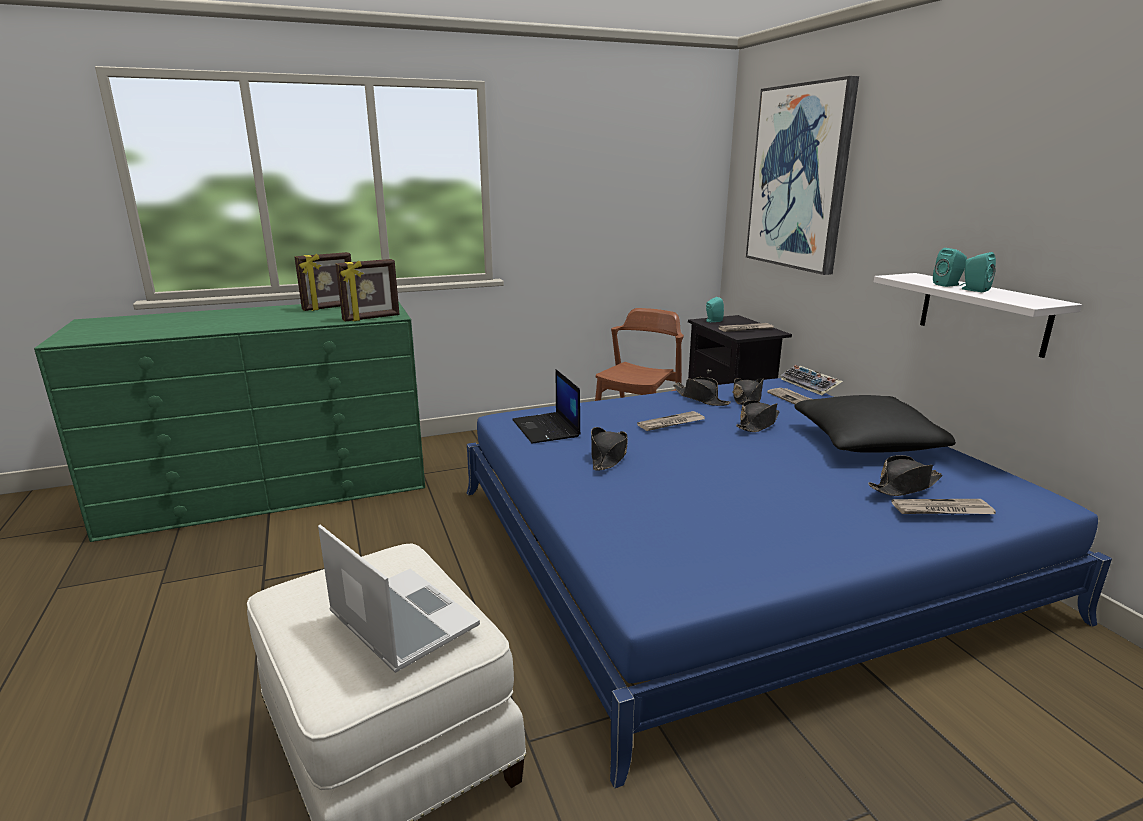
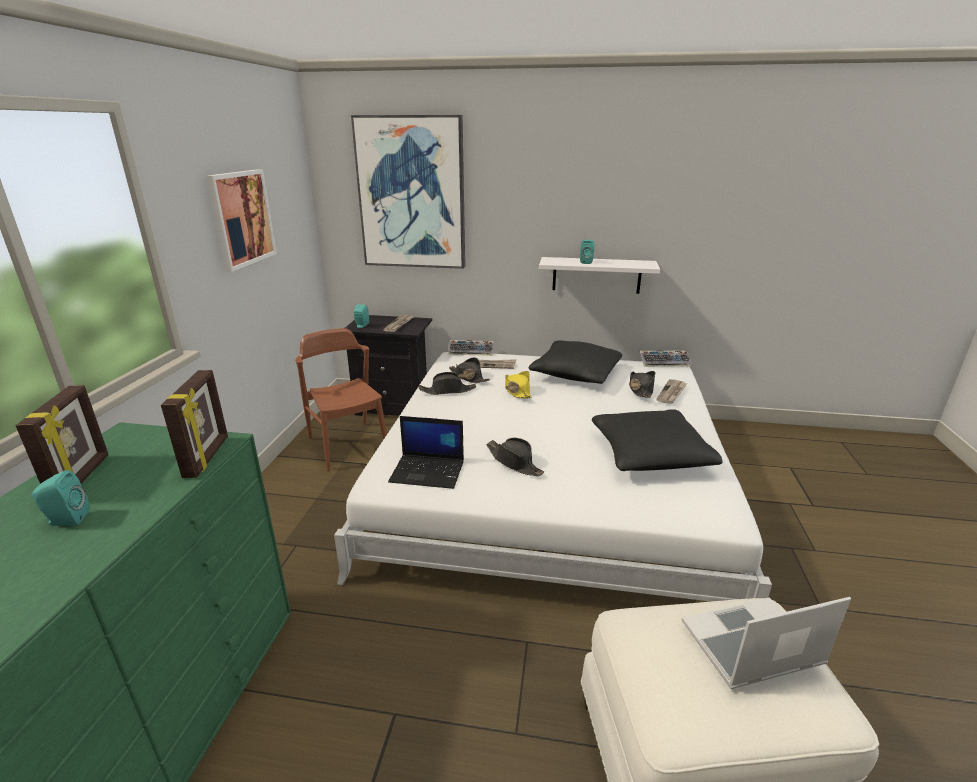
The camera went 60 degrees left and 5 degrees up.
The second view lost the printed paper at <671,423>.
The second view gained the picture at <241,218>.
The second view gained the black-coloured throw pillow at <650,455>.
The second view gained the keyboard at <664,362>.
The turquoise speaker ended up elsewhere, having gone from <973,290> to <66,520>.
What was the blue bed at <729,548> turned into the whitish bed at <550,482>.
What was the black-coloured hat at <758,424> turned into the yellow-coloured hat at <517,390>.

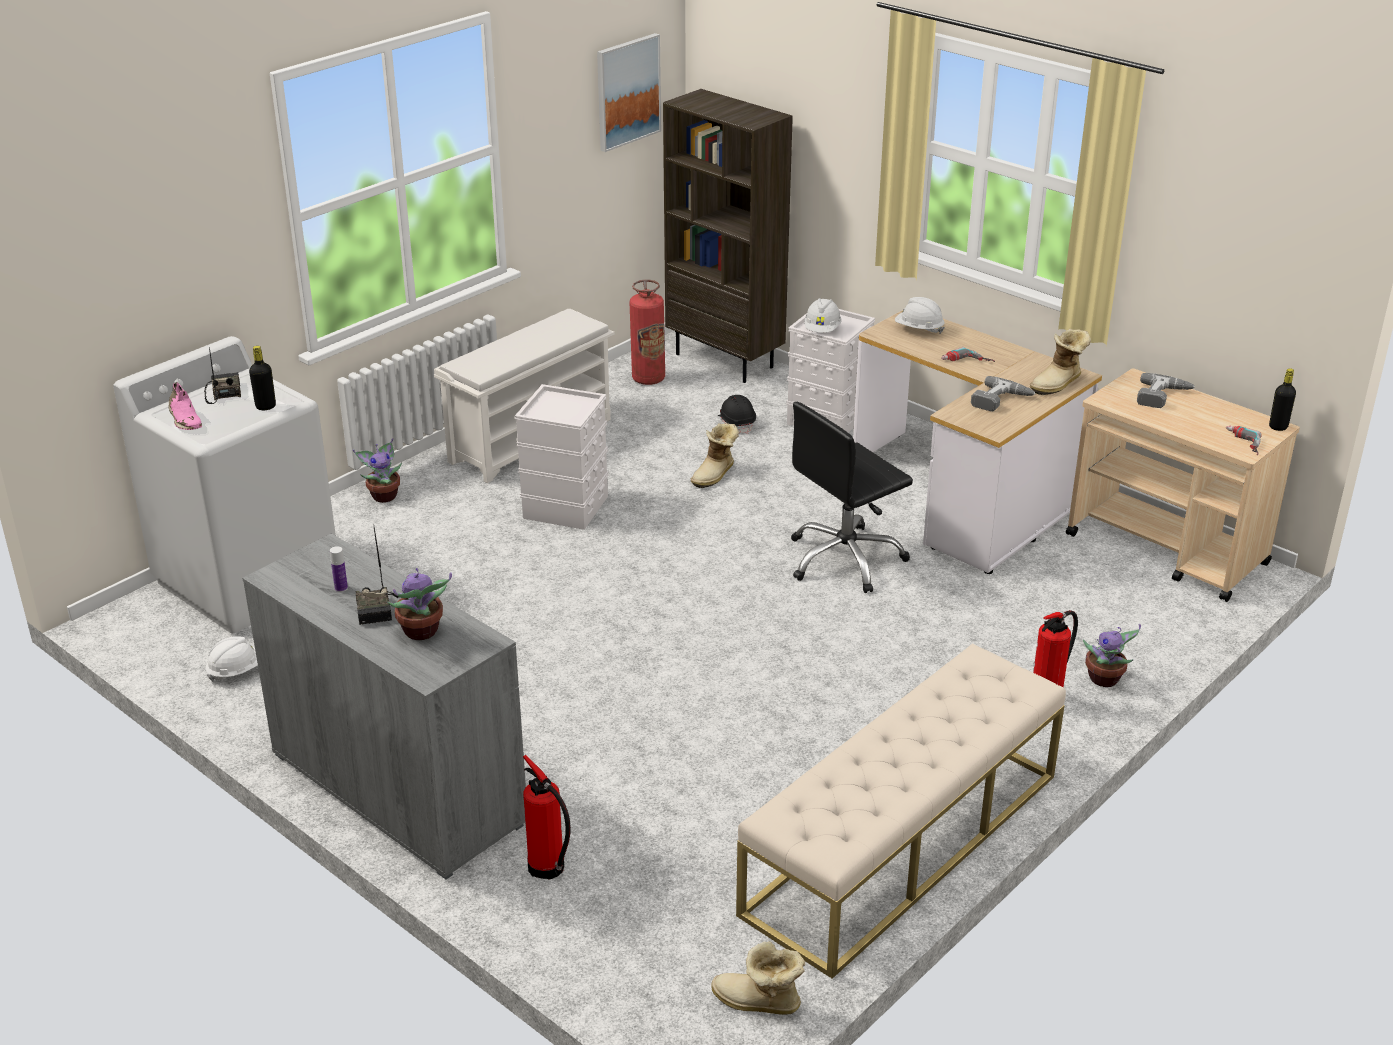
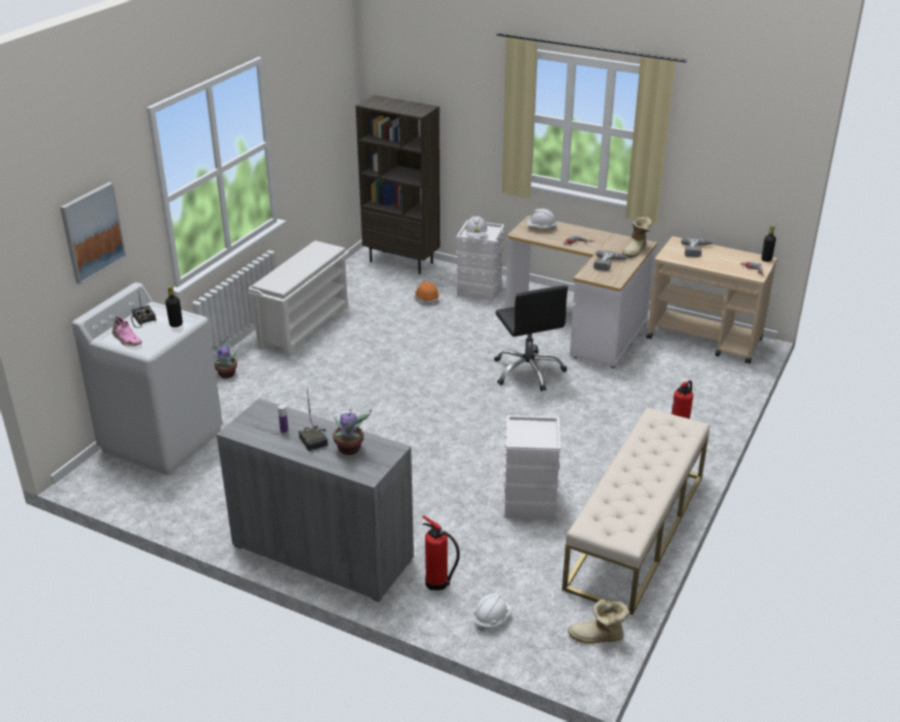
The camera went 15 degrees left and 0 degrees up.
The second view lost the fire extinguisher at <648,379>.
The second view lost the boot at <715,475>.
The second view lost the houseplant at <1105,680>.
The whitish safety helmet ended up elsewhere, having gone from <236,671> to <491,619>.
The whitish storage box ended up elsewhere, having gone from <564,507> to <528,503>.
The picture ended up elsewhere, having gone from <627,91> to <92,232>.
What was the black-coloured safety helmet at <736,423> turned into the orange-coloured safety helmet at <426,299>.
The black-coloured desk chair at <845,559> ended up facing another way, 60 degrees counterclockwise from before.

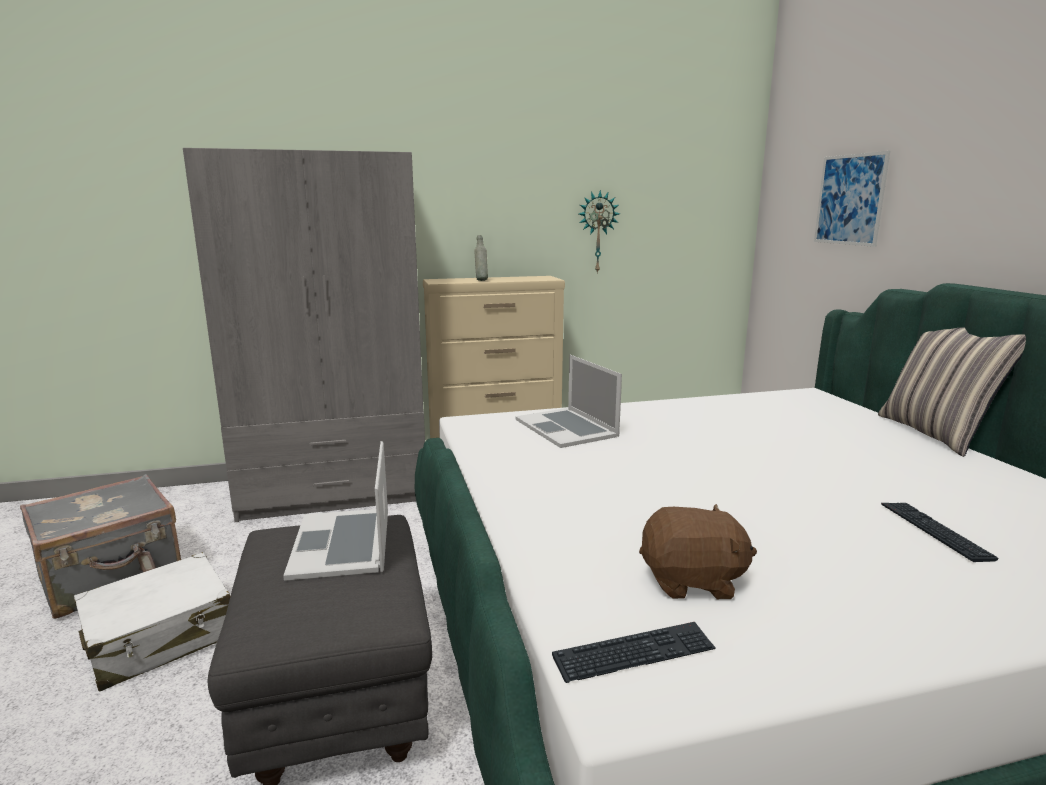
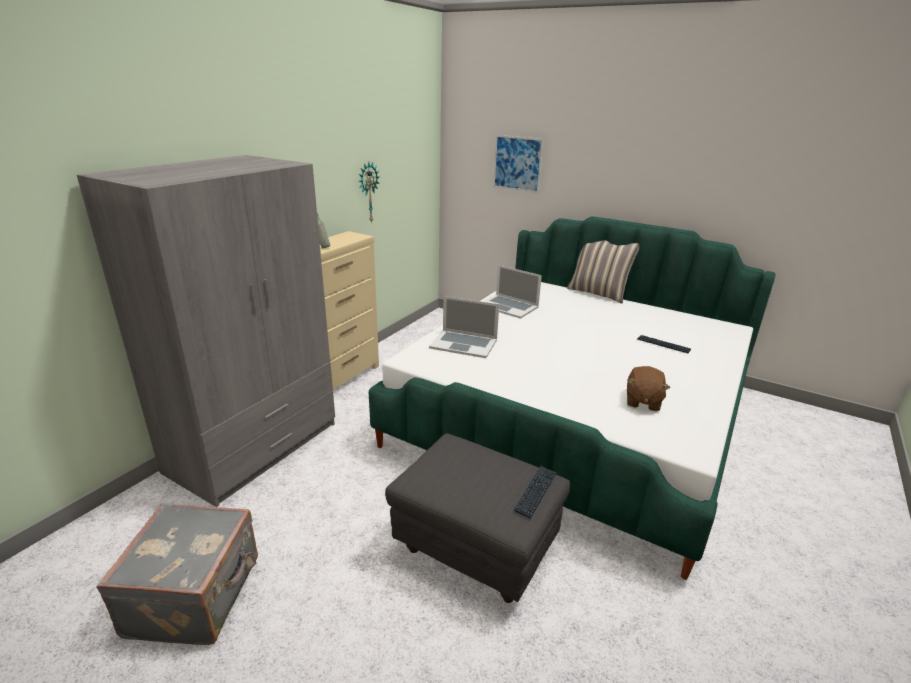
The camera went 45 degrees left and 10 degrees up.
The second view lost the whitish piece of luggage at <161,637>.
The notebook computer ended up elsewhere, having gone from <342,543> to <508,306>.
The keyboard ended up elsewhere, having gone from <634,654> to <536,492>.
The brown-coloured soft toy at <692,581> ended up facing another way, 150 degrees clockwise from before.

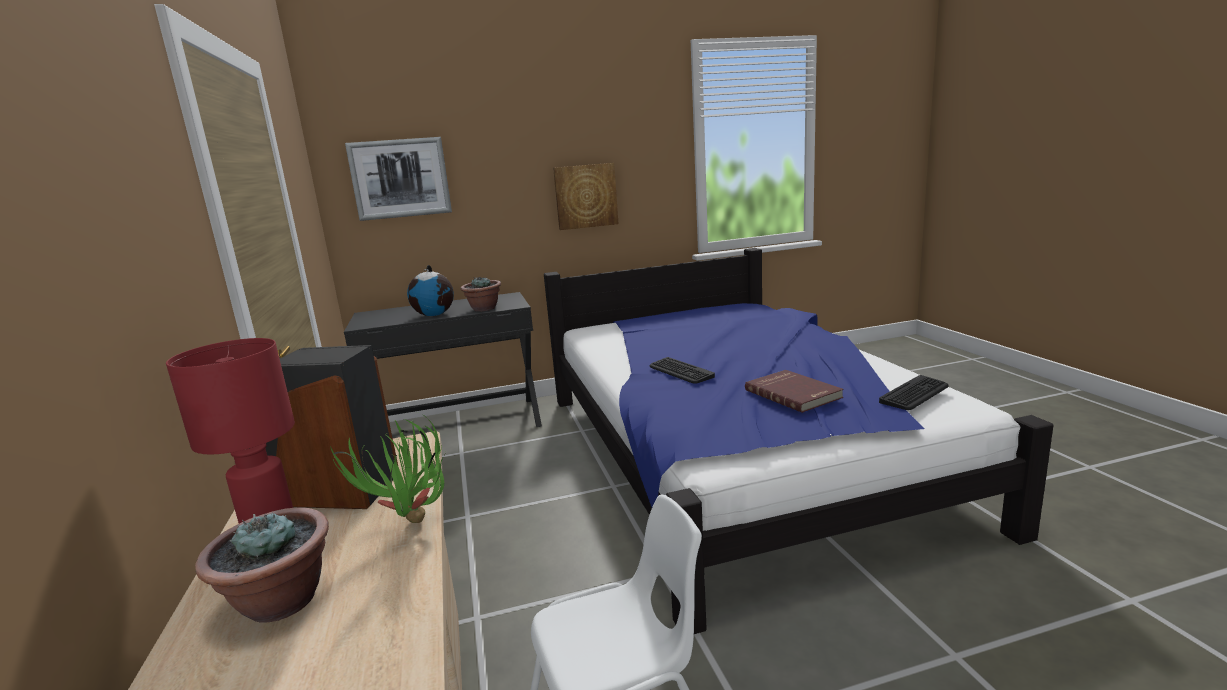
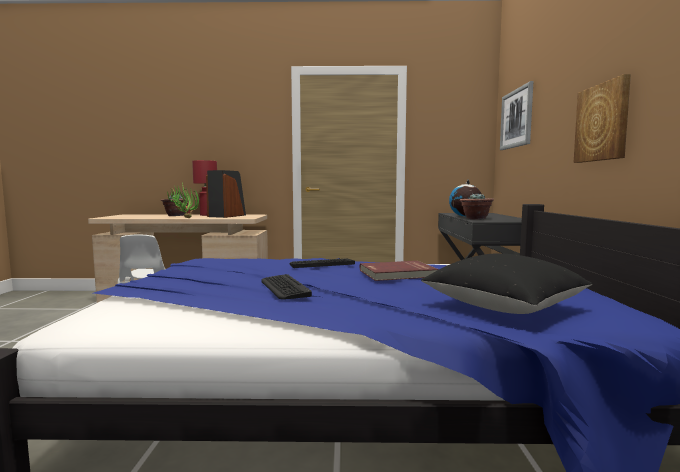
The camera went 105 degrees right and 10 degrees down.
The second view gained the black-coloured throw pillow at <503,307>.
The red volume ended up elsewhere, having gone from <794,393> to <398,274>.
The keyboard ended up elsewhere, having gone from <915,394> to <284,288>.

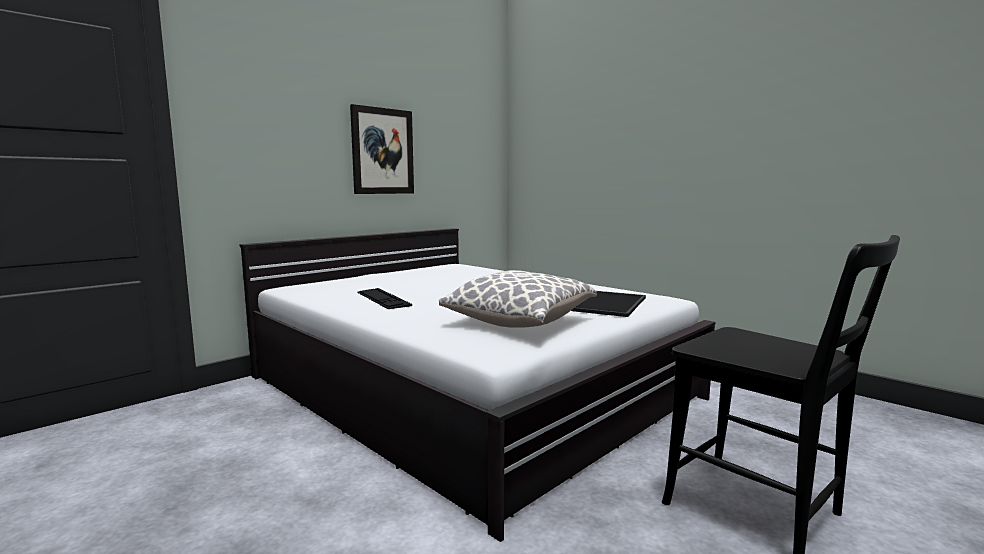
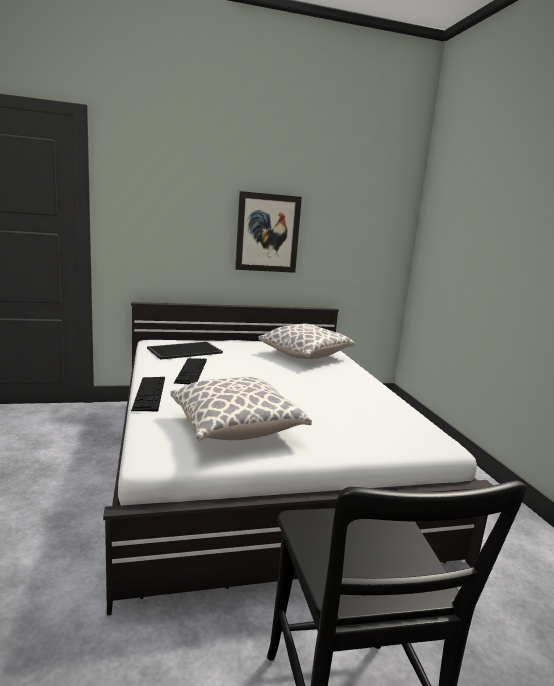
The camera went 30 degrees right and 5 degrees up.
The second view gained the keyboard at <149,393>.
The second view gained the throw pillow at <305,356>.
The carrying tray ended up elsewhere, having gone from <609,303> to <185,350>.

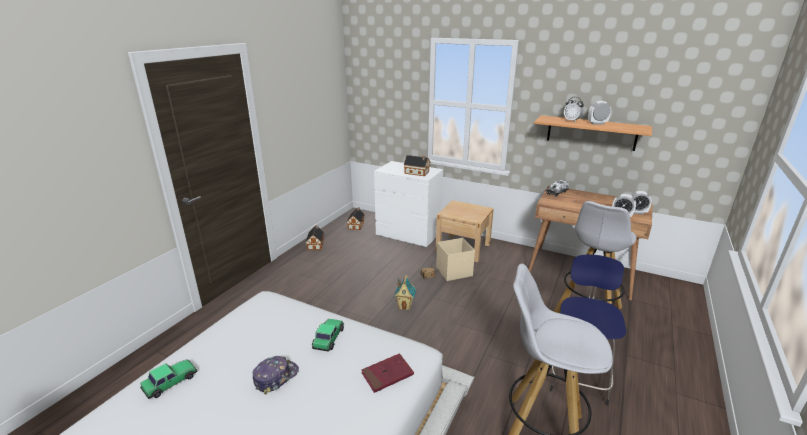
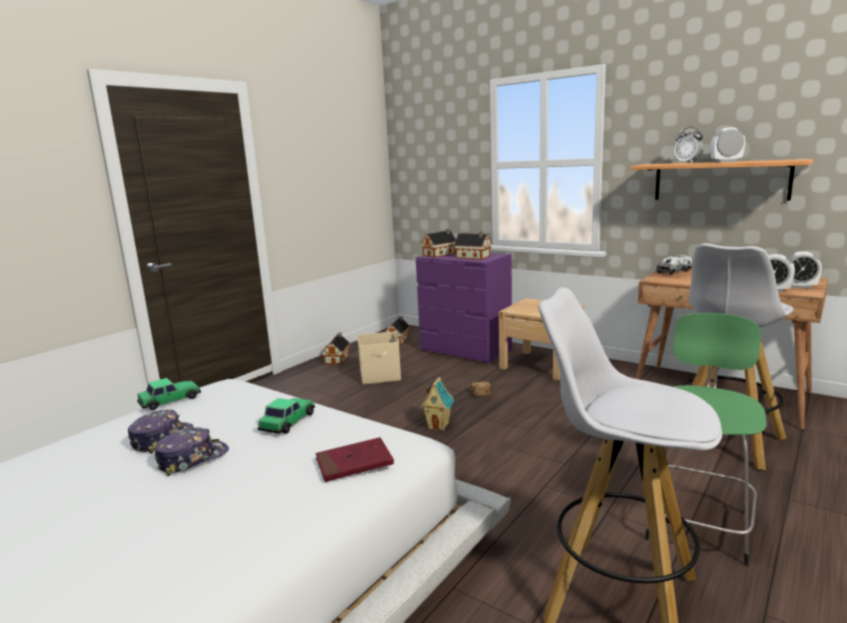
The camera went 10 degrees right and 10 degrees down.
The second view gained the baseball cap at <162,438>.
The second view gained the miniature house at <440,254>.
The miniature car ended up elsewhere, having gone from <170,382> to <170,400>.
The beige-coloured storage box ended up elsewhere, having gone from <454,272> to <381,376>.
What was the whitish chest of drawers at <408,235> turned into the purplish chest of drawers at <466,350>.
What was the blue stool seat at <578,376> turned into the green stool seat at <698,522>.

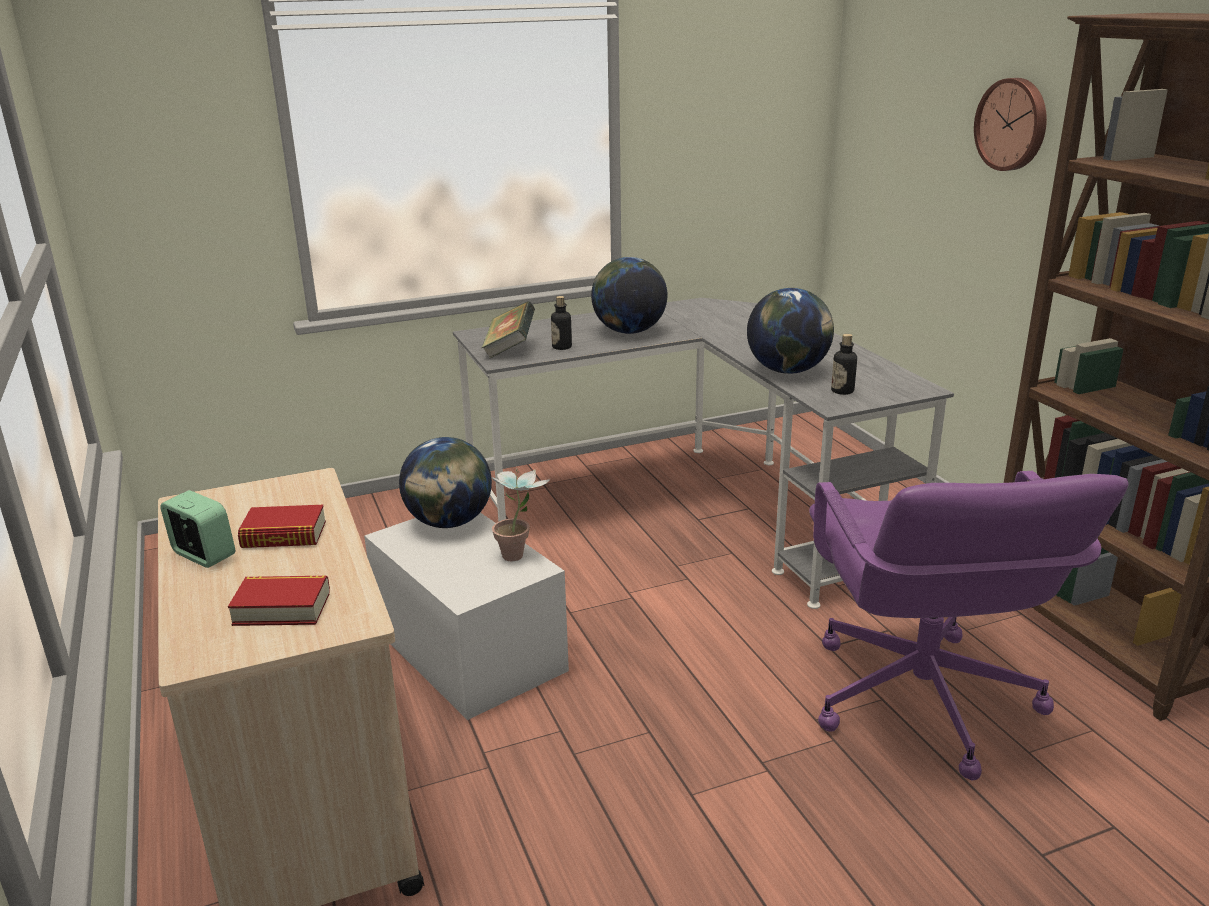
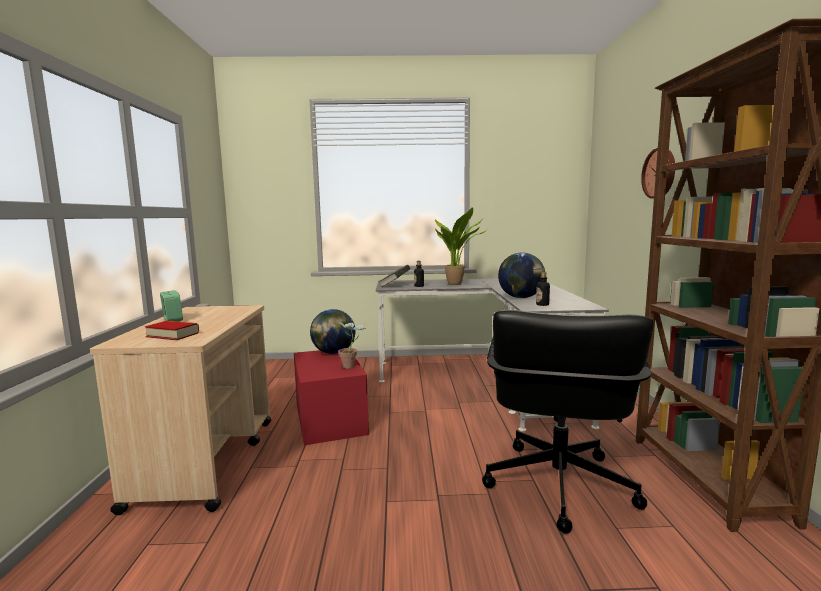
The camera went 20 degrees right and 15 degrees down.
The second view lost the volume at <284,535>.
Where the desk globe stood at <629,331>, the houseplant came to stand at <457,284>.
What was the whitish storage box at <470,650> turned into the red storage box at <330,418>.
What was the purplish desk chair at <920,701> turned into the black-coloured desk chair at <557,485>.

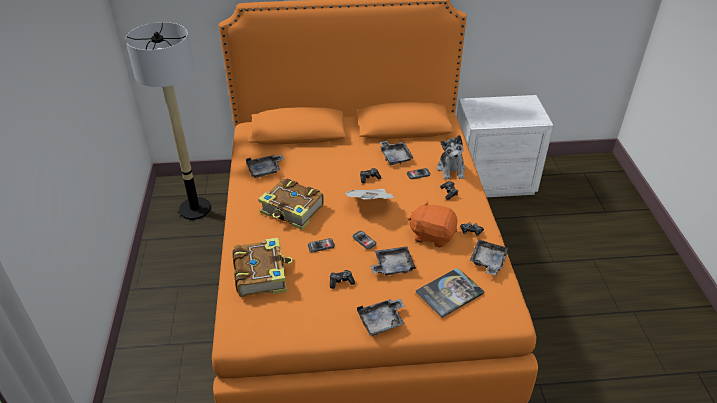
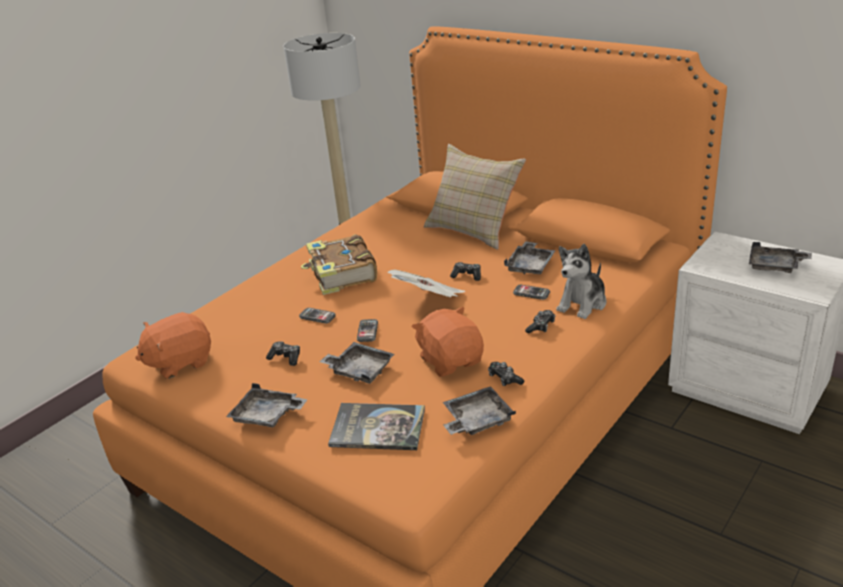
The camera went 45 degrees right and 10 degrees down.
The second view lost the volume at <261,274>.
The second view gained the orange-coloured soft toy at <180,362>.
The second view gained the beige-coloured throw pillow at <474,229>.
The gray carrying tray ended up elsewhere, having gone from <265,170> to <775,266>.

